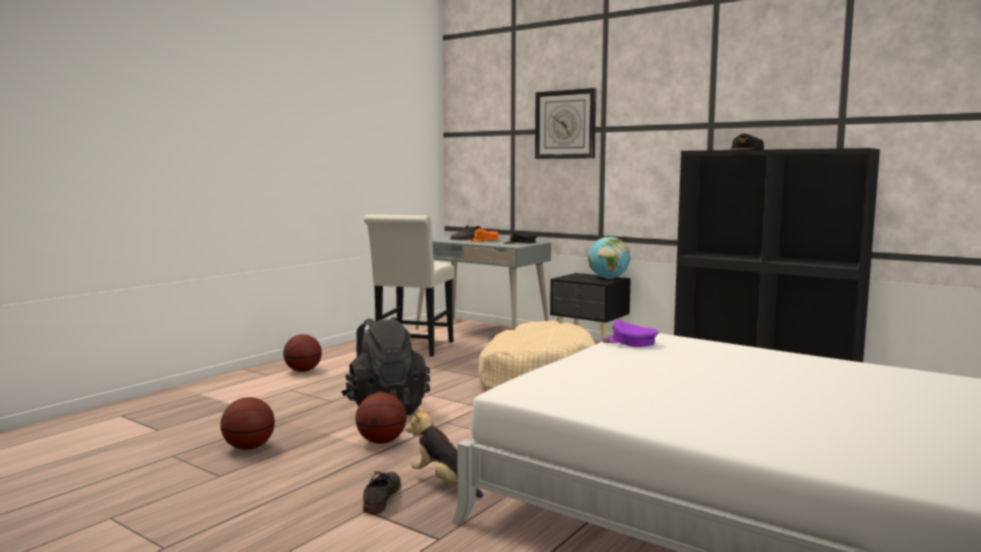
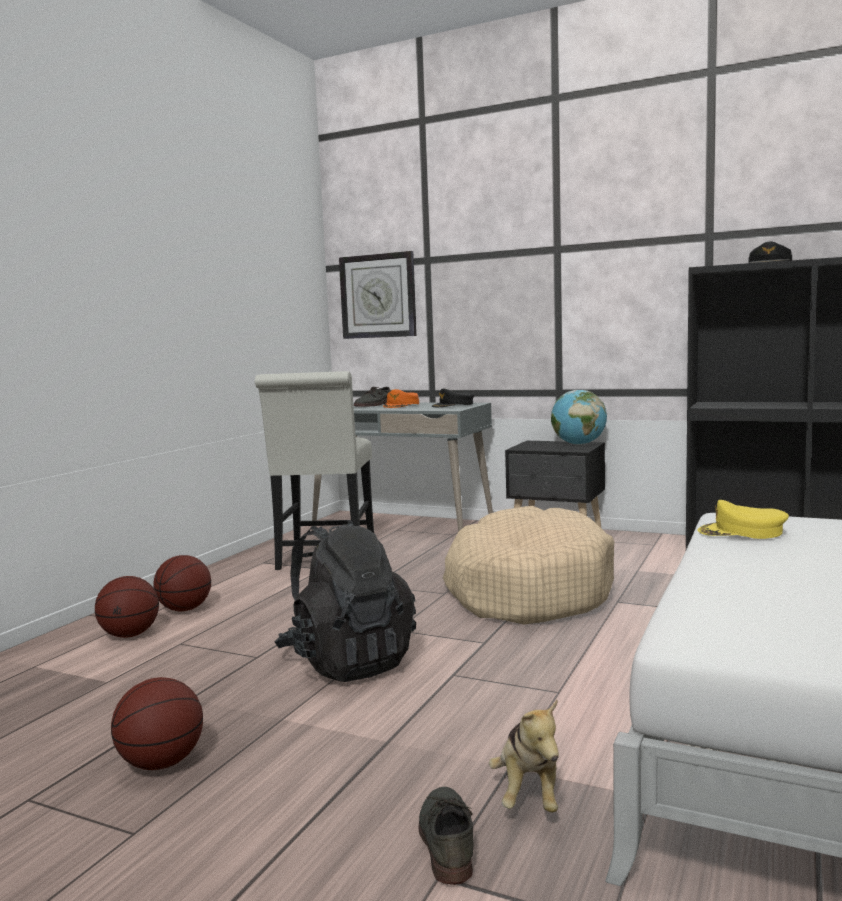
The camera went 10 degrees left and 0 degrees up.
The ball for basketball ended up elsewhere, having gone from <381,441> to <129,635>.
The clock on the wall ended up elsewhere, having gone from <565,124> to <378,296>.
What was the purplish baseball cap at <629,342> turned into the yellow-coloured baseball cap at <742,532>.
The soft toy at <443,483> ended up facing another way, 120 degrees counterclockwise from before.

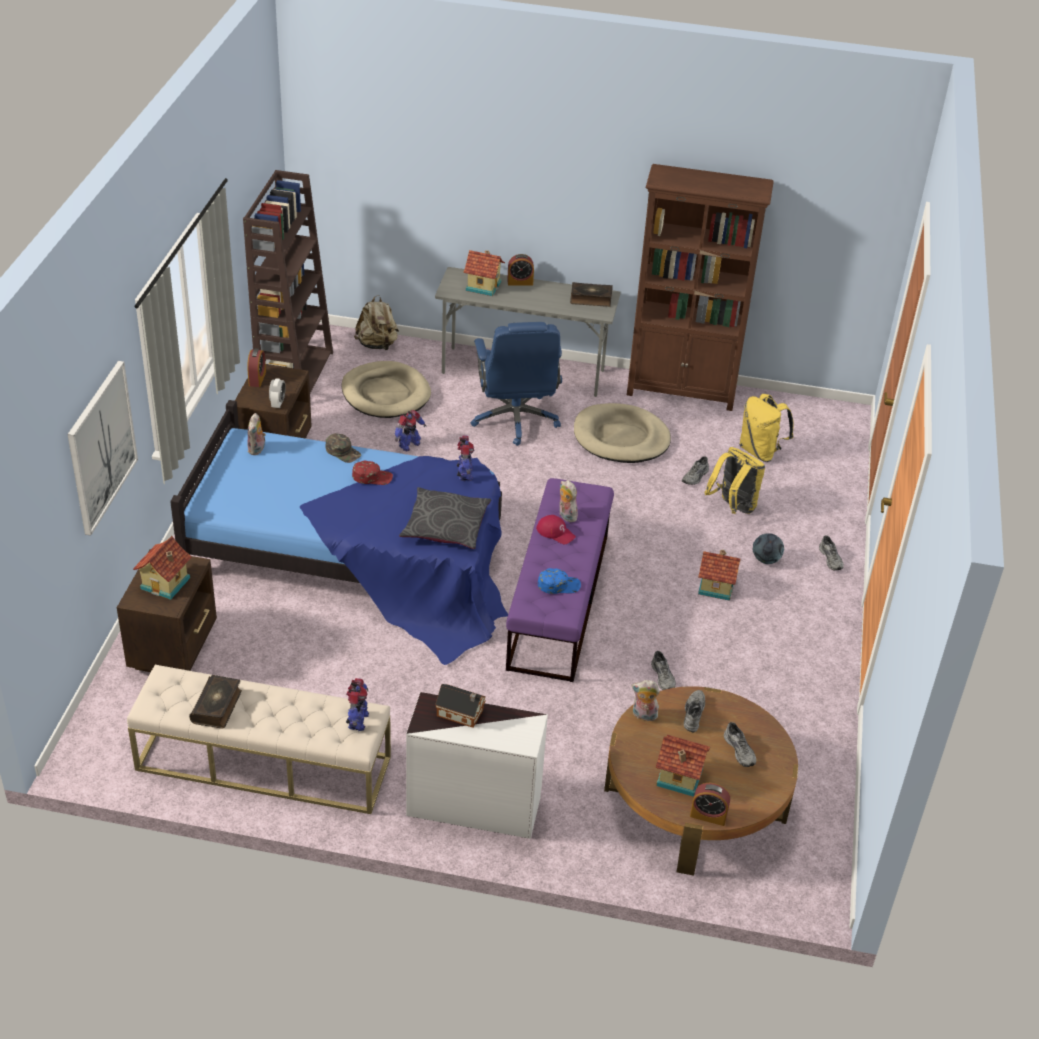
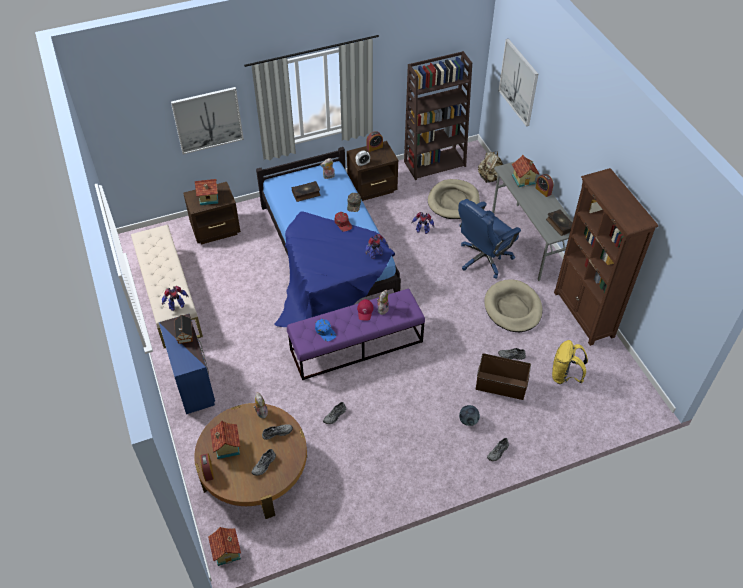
The camera went 60 degrees right and 10 degrees up.
The second view lost the gray throw pillow at <445,526>.
The second view gained the picture at <518,82>.
The volume ended up elsewhere, having gone from <217,707> to <306,194>.
The miniature house ended up elsewhere, having gone from <716,586> to <227,551>.
Where the yellow-coloured knapsack stood at <732,507>, the brown-coloured storage box came to stand at <500,385>.
What was the whitish chest of drawers at <473,804> turned into the blue chest of drawers at <193,382>.

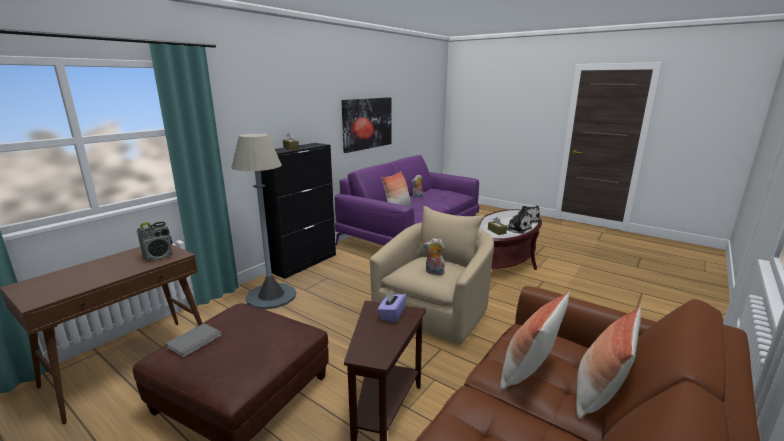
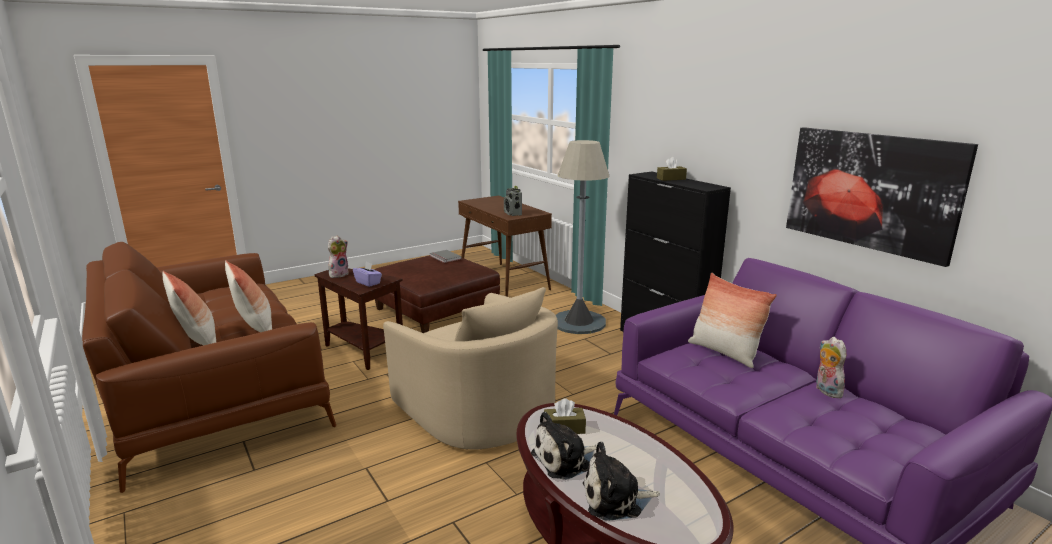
The camera went 110 degrees right and 0 degrees up.
The soft toy ended up elsewhere, having gone from <434,272> to <339,274>.

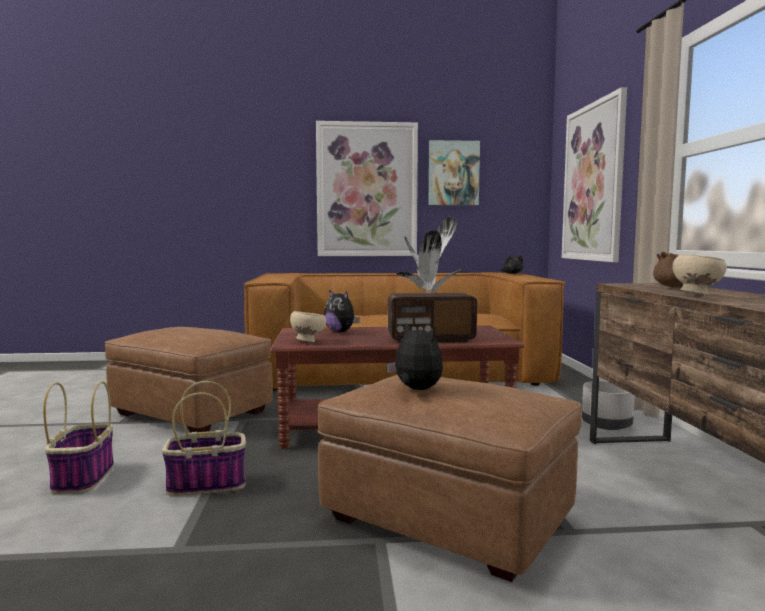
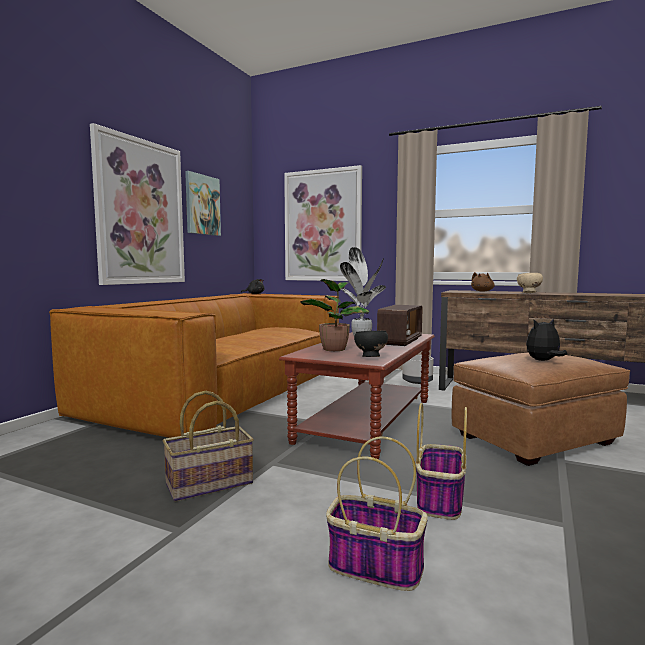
The camera went 60 degrees left and 0 degrees up.
Where the brown-coloured pouffe stood at <191,413>, the basket came to stand at <209,484>.
Where the soft toy stood at <340,332>, the houseplant came to stand at <334,349>.
What was the beige-coloured bowl at <307,341> turned into the black-coloured bowl at <370,357>.

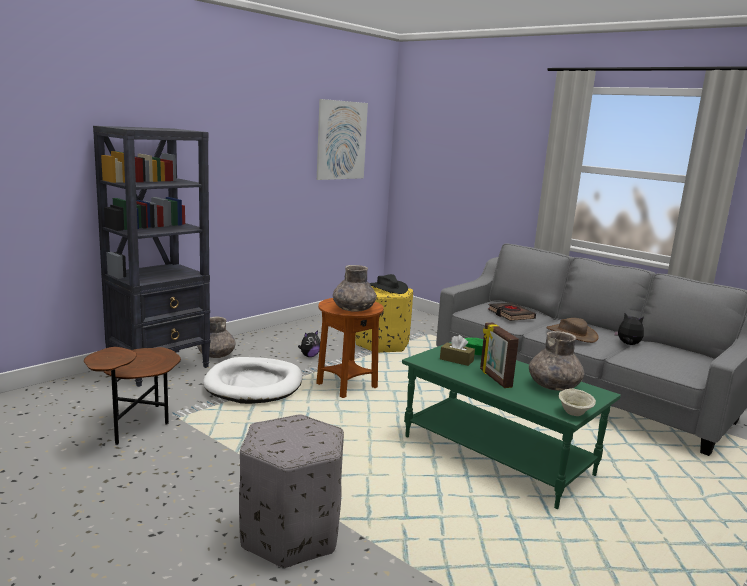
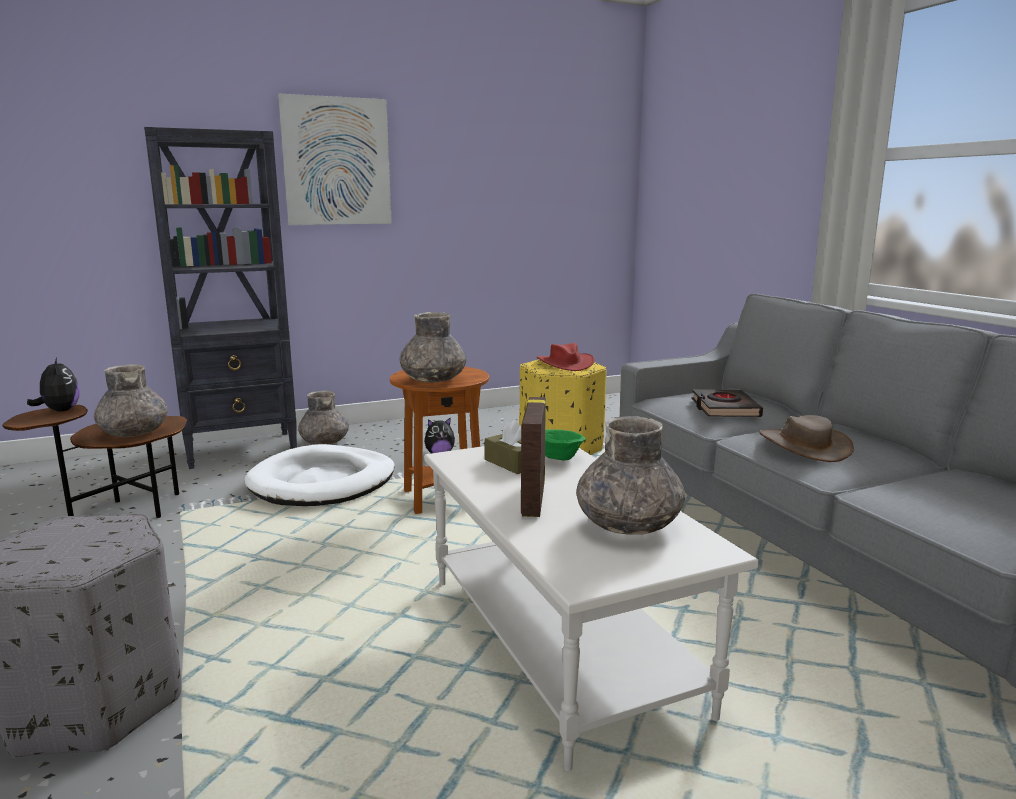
The camera went 25 degrees right and 0 degrees up.
The second view lost the beige-coloured bowl at <574,413>.
The second view gained the gray decorative vase at <134,433>.
The picture ended up elsewhere, having gone from <341,140> to <337,161>.
The soft toy ended up elsewhere, having gone from <628,344> to <59,411>.
What was the black-coloured hat at <387,288> turned into the red hat at <565,364>.
What was the green lounge table at <498,455> turned into the whitish lounge table at <562,643>.

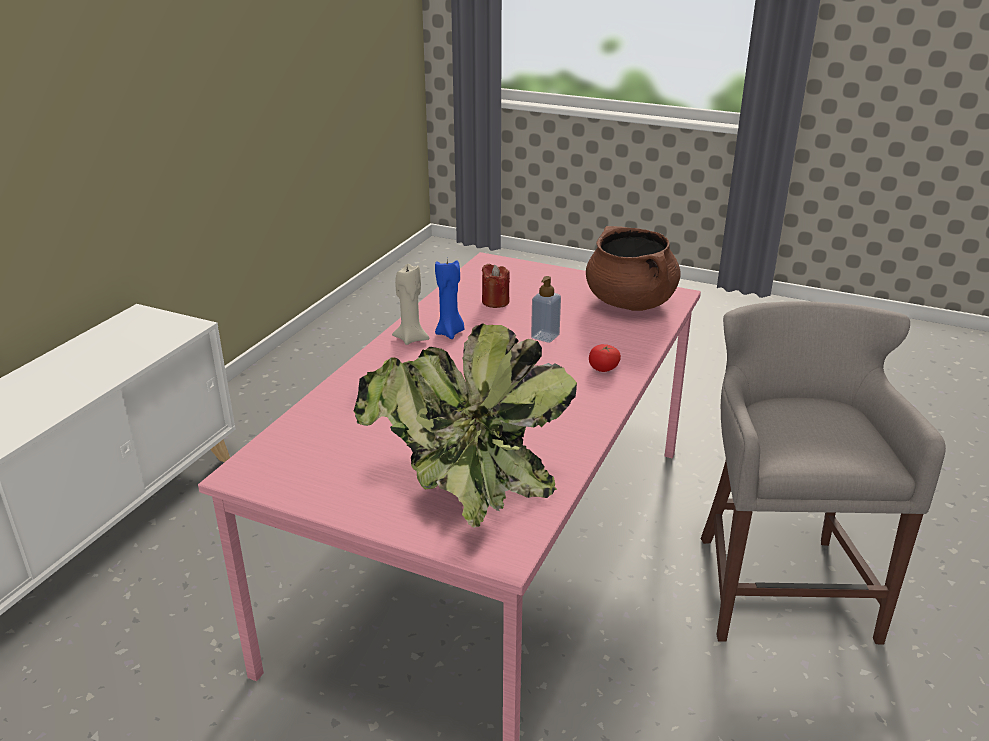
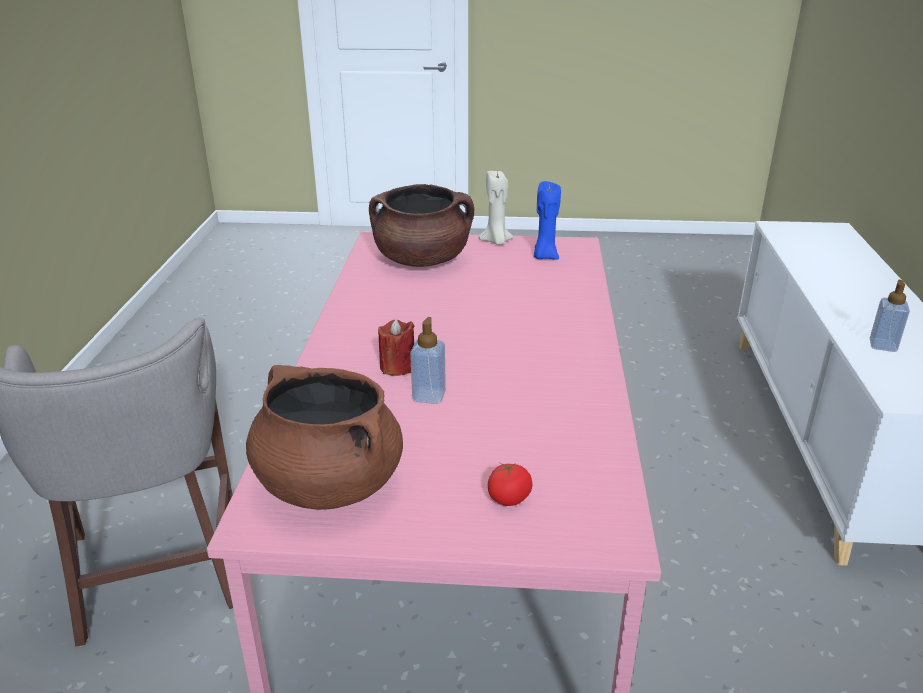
The camera went 160 degrees right and 0 degrees up.
The second view gained the soap dispenser at <883,345>.
The beige-coloured wax candle ended up elsewhere, having gone from <411,338> to <496,241>.
The blue wax candle ended up elsewhere, having gone from <450,333> to <544,256>.
The red wax candle ended up elsewhere, having gone from <495,302> to <398,367>.
The fresh tomato ended up elsewhere, having gone from <603,369> to <509,498>.
Where the houseplant stood at <463,489>, the brown-coloured stockpot came to stand at <422,260>.

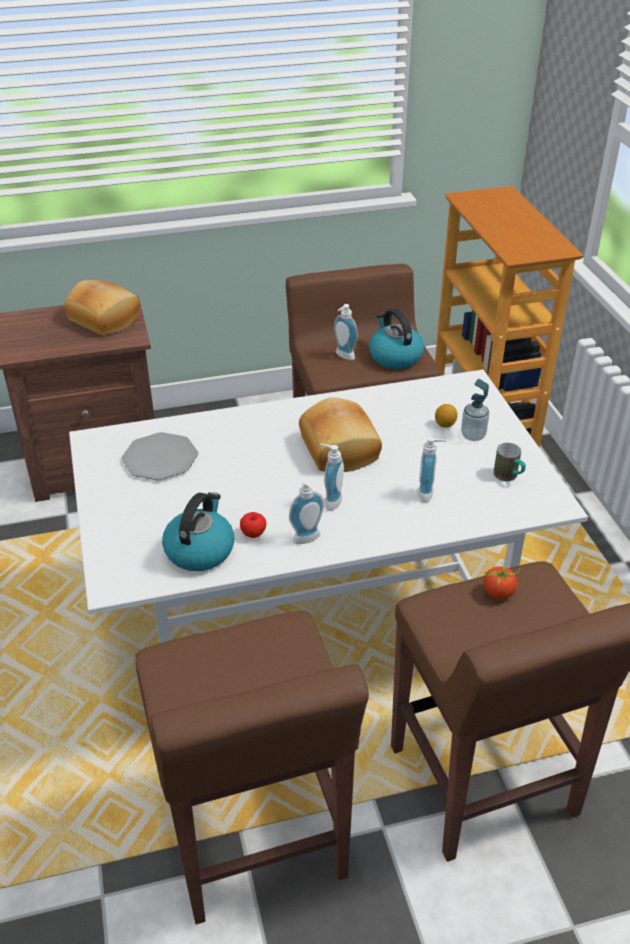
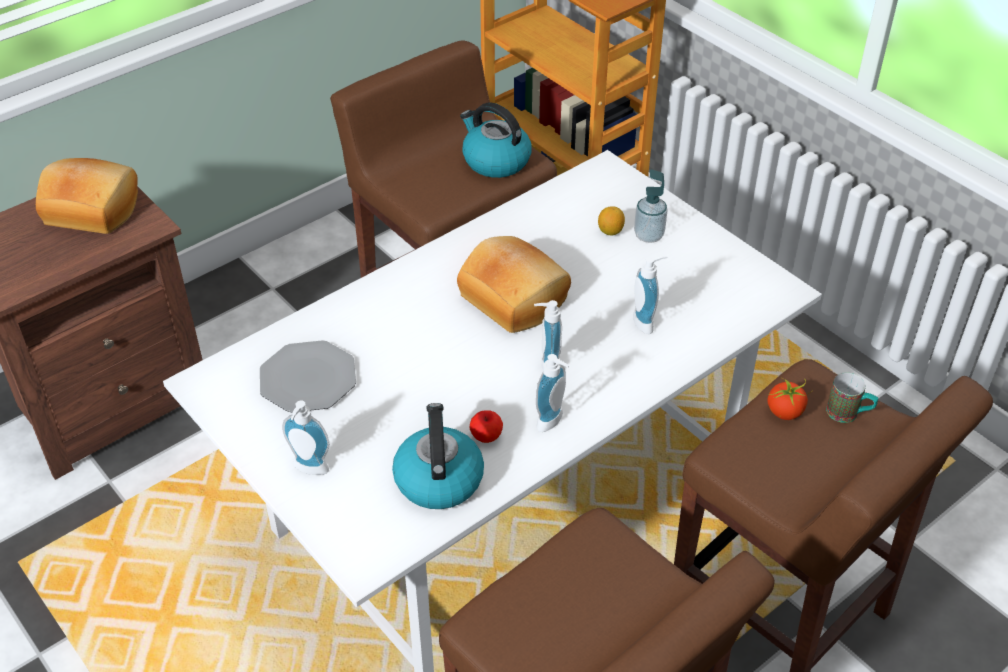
The camera went 25 degrees left and 5 degrees up.
The soap dispenser ended up elsewhere, having gone from <343,356> to <309,470>.
The coffee mug ended up elsewhere, having gone from <509,477> to <848,414>.

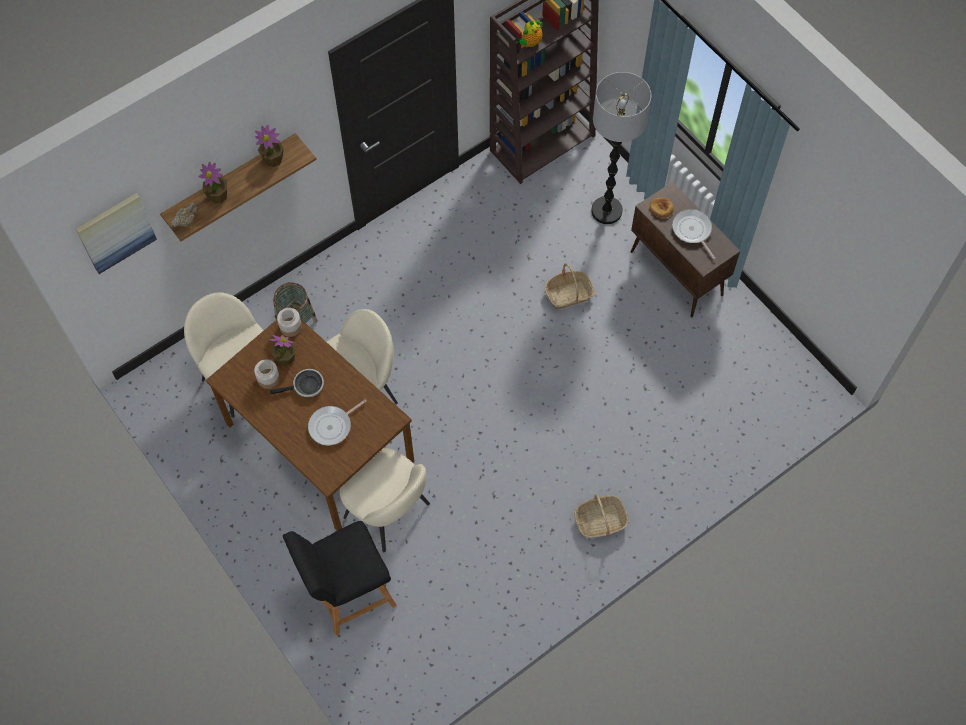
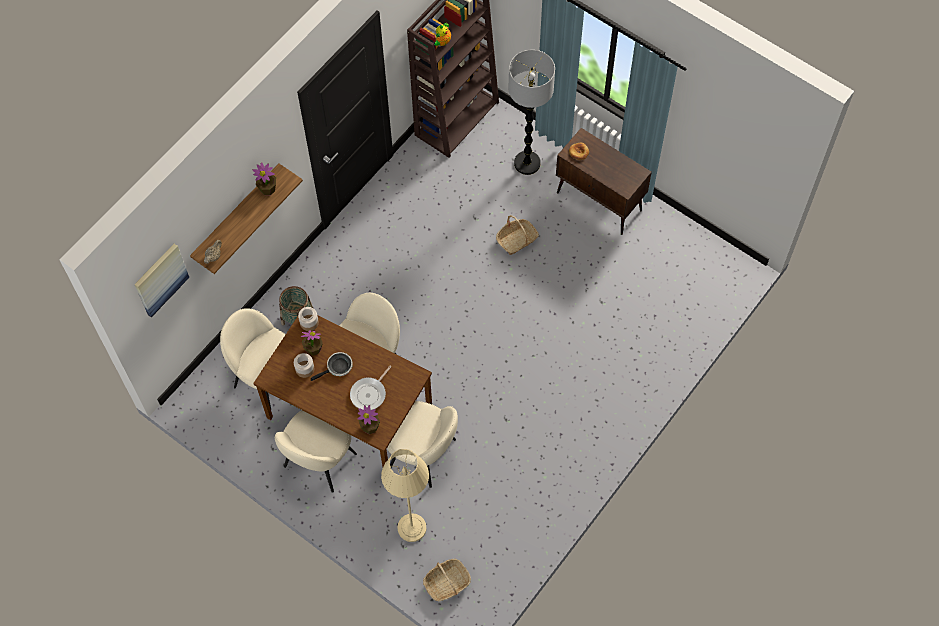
The camera went 15 degrees left and 0 degrees up.
The second view lost the frying pan at <692,231>.
The second view gained the beige-coloured chair at <319,462>.
The houseplant ended up elsewhere, having gone from <218,196> to <370,427>.
The basket ended up elsewhere, having gone from <600,521> to <447,583>.
Where the black-coloured stool seat stood at <347,593>, the beige-coloured floor lamp came to stand at <411,528>.

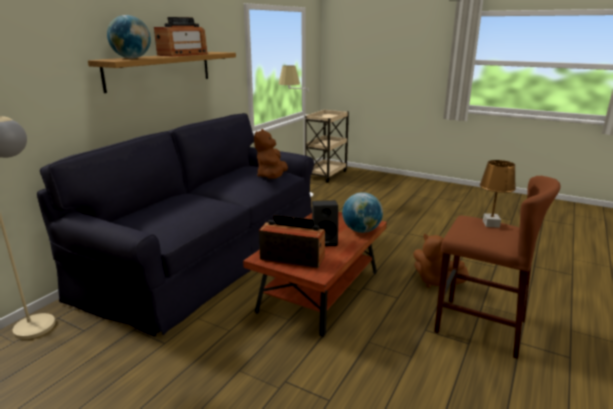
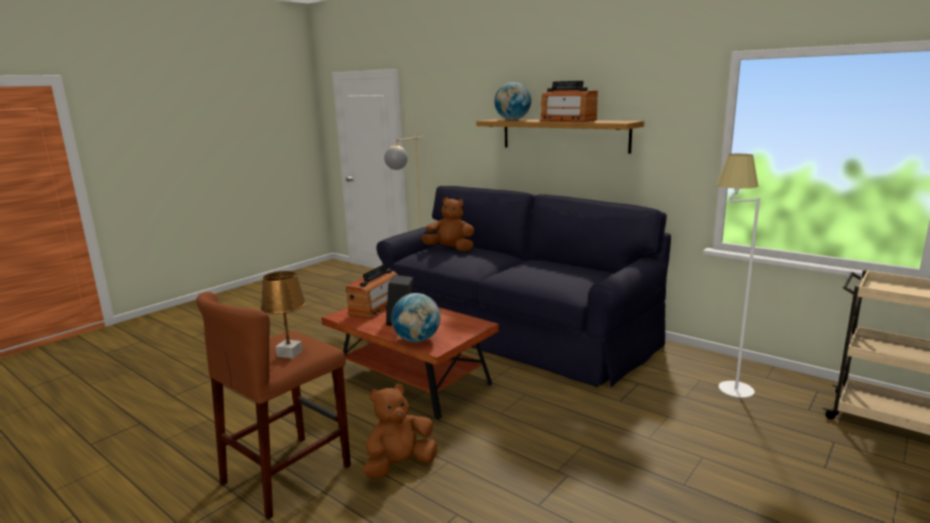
The camera went 100 degrees right and 5 degrees down.
The brown-coloured soft toy ended up elsewhere, having gone from <272,177> to <450,249>.

